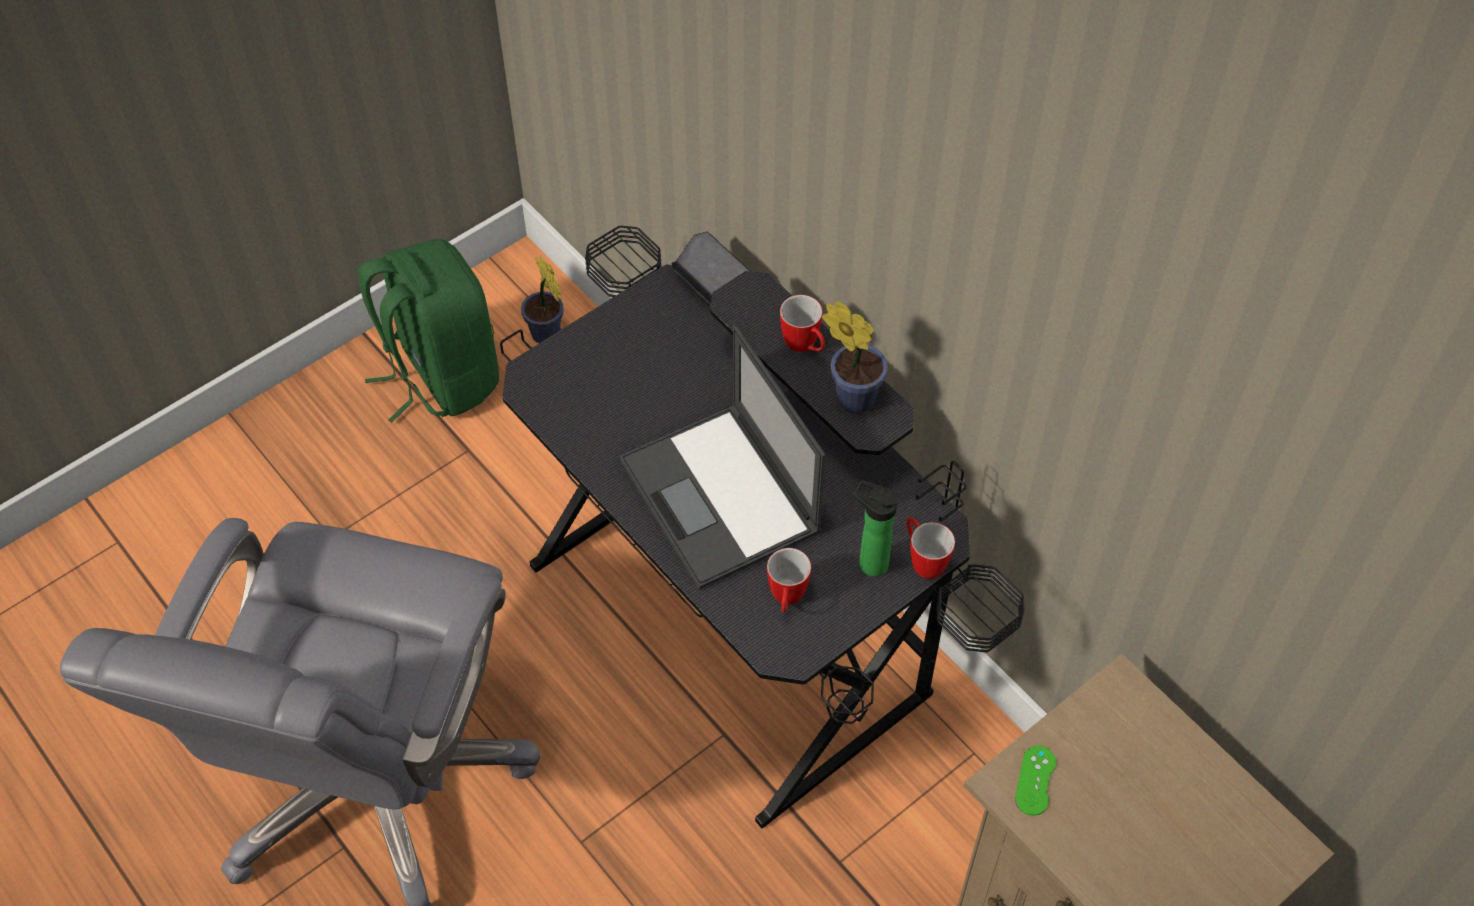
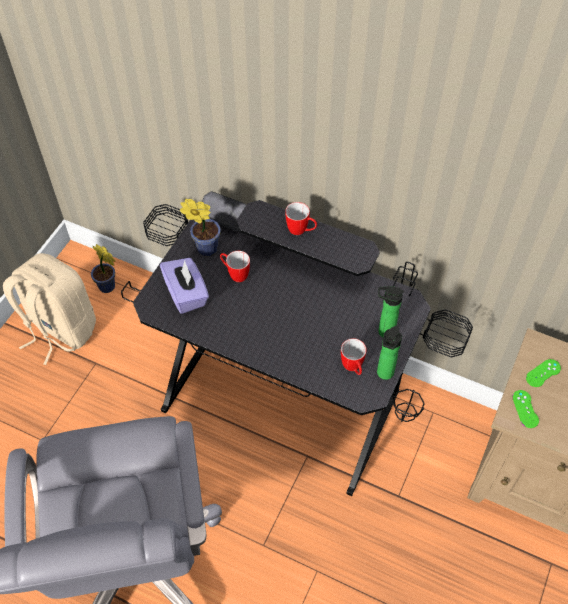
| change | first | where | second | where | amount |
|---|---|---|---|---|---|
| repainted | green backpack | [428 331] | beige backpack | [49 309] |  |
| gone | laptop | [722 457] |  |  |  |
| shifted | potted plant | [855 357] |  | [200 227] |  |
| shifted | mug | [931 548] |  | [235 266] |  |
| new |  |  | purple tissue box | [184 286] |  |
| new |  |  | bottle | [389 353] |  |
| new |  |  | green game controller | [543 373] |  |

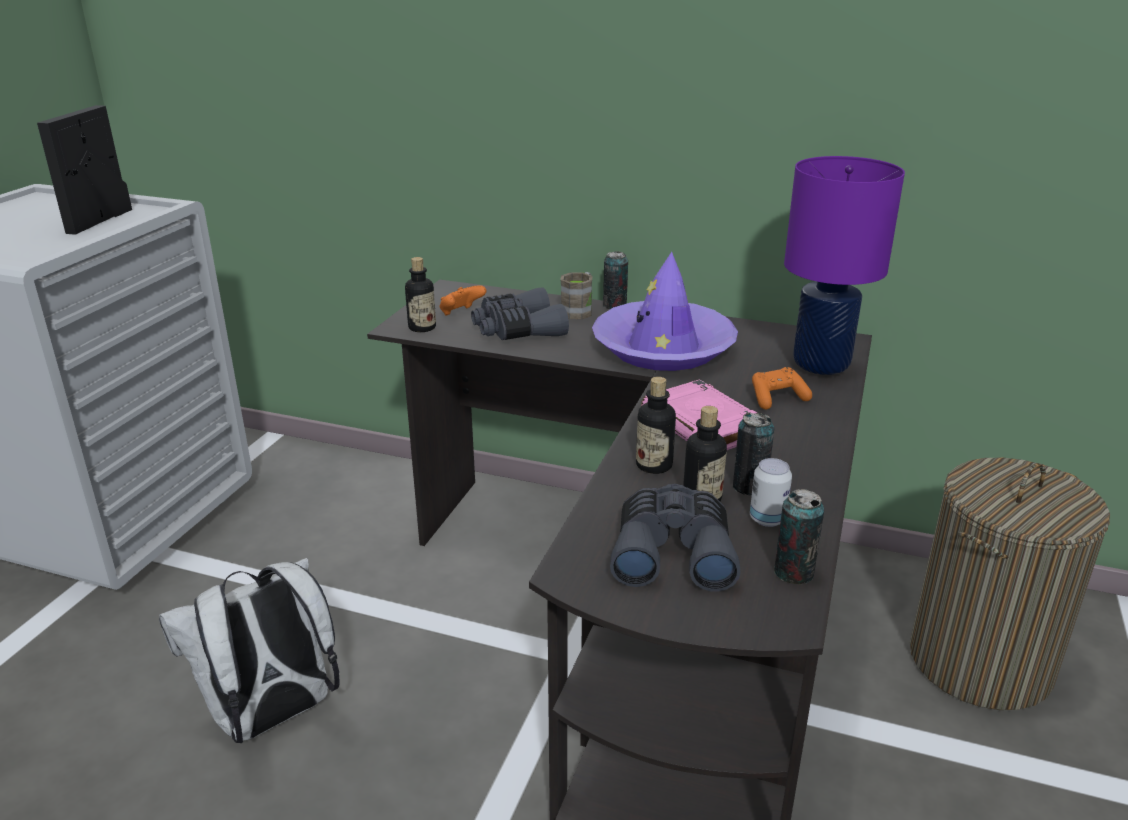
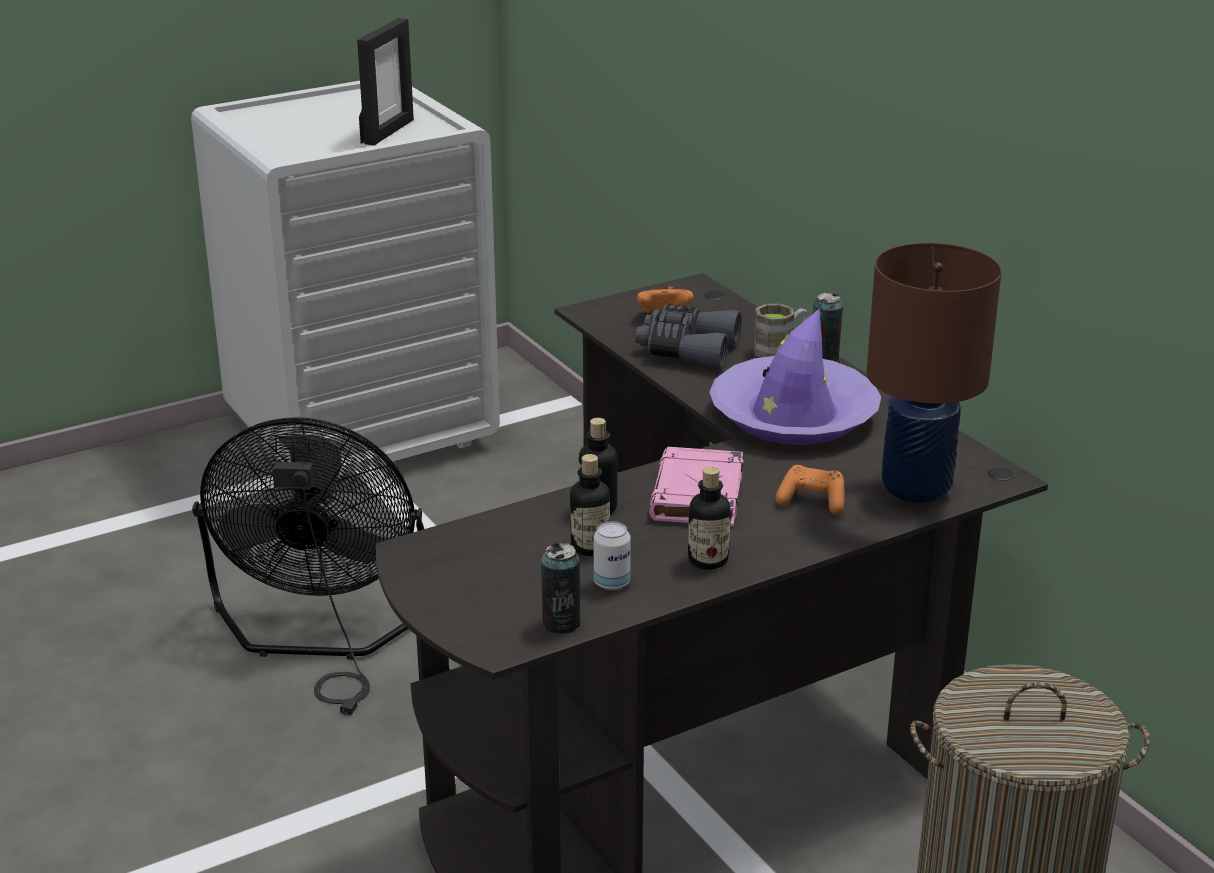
| change | first | where | second | where | amount |
|---|---|---|---|---|---|
| rotated | picture frame | [84 170] |  | [385 81] | 150 degrees clockwise |
| swapped | white backpack | [249 650] | black fan | [308 566] |  |
| shifted | bottle | [420 294] |  | [709 518] |  |
| gone | grey binoculars | [675 537] |  |  |  |
| gone | can | [753 453] |  |  |  |
| repainted | purple table lamp | [844 265] | brown table lamp | [934 373] |  |

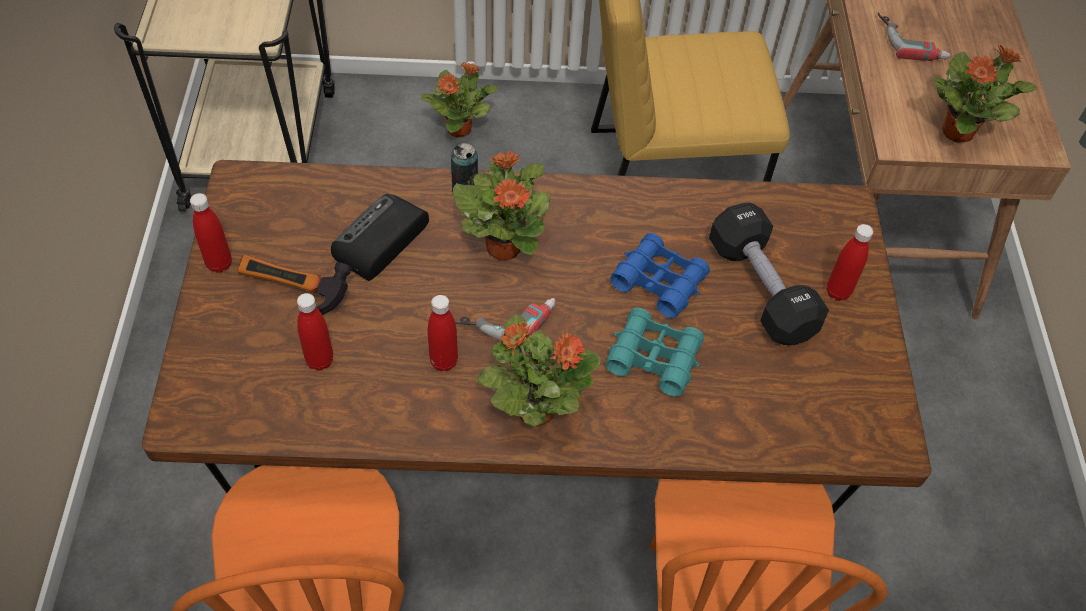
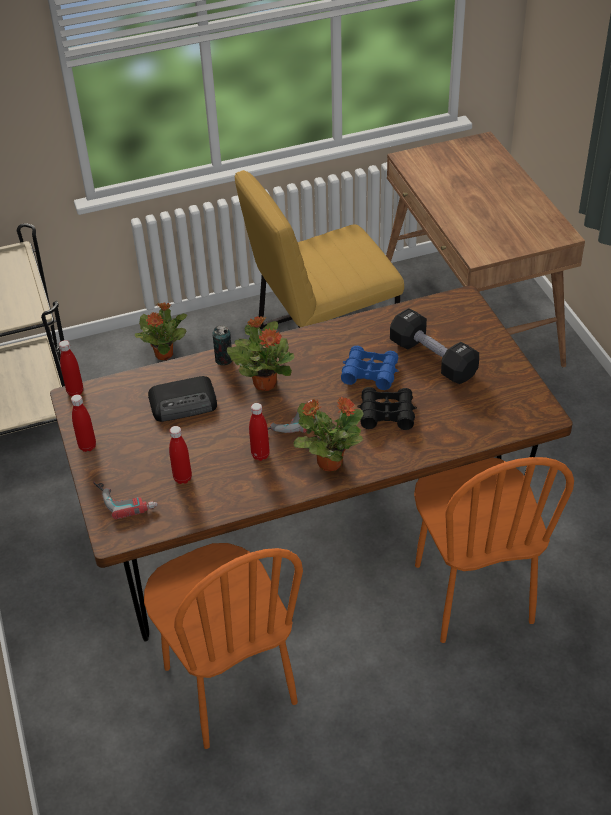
| change | first | where | second | where | amount |
|---|---|---|---|---|---|
| gone | hammer | [294 284] |  |  |  |
| rotated | radio | [380 237] |  | [182 399] | 120 degrees counterclockwise |
| repainted | turquoise binoculars | [655 352] | black binoculars | [387 408] |  |
| shifted | red bottle | [849 262] |  | [71 368] |  |
| shifted | power drill | [914 36] |  | [125 500] |  |
| gone | potted plant | [985 93] |  |  |  |

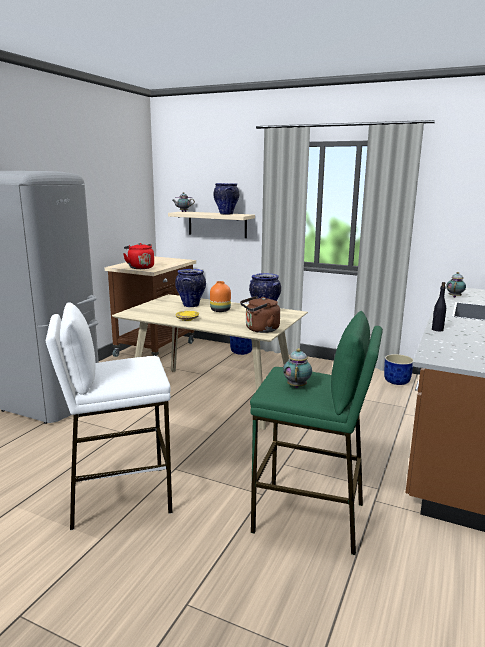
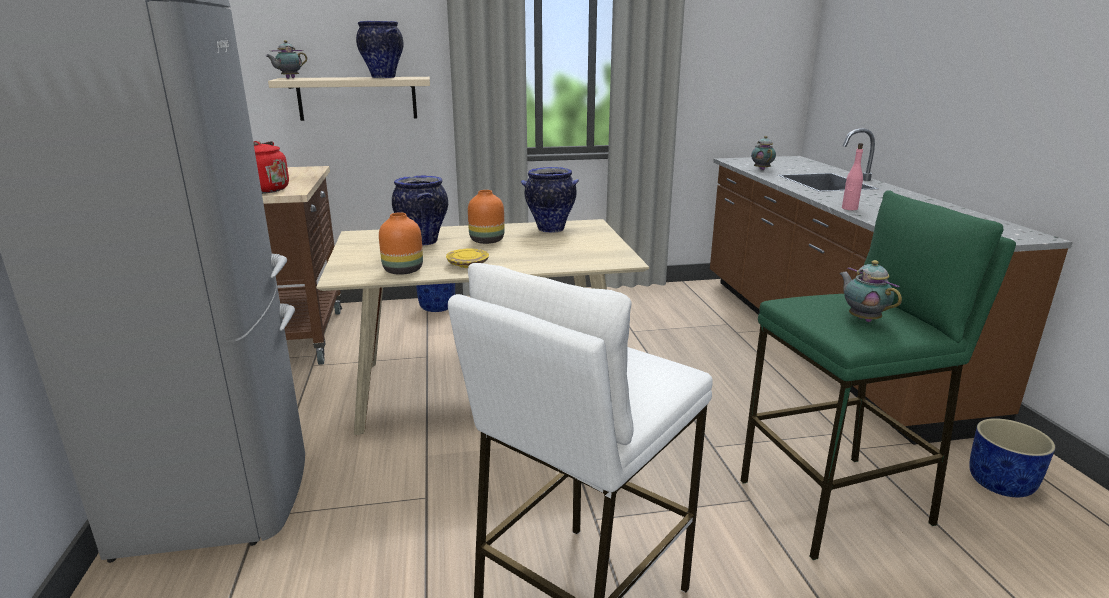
| change | first | where | second | where | amount |
|---|---|---|---|---|---|
| gone | brown kettle | [260 314] |  |  |  |
| shifted | blue planter | [398 369] |  | [1012 457] |  |
| repainted | black bottle | [439 306] | pink bottle | [852 176] |  |
| new |  |  | orange vase | [401 243] |  |

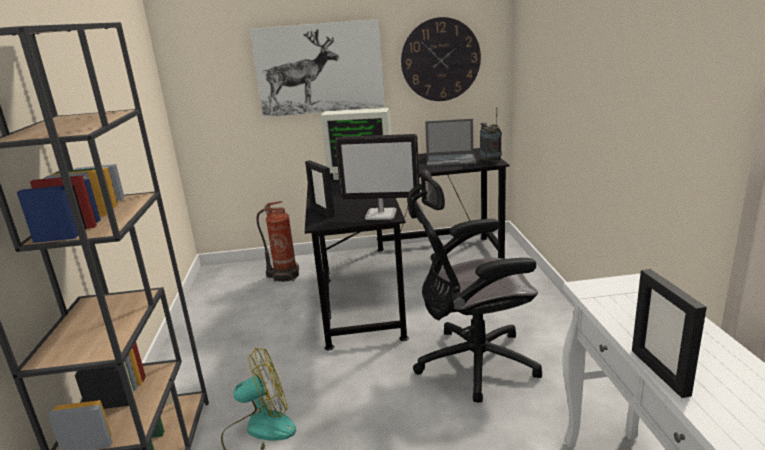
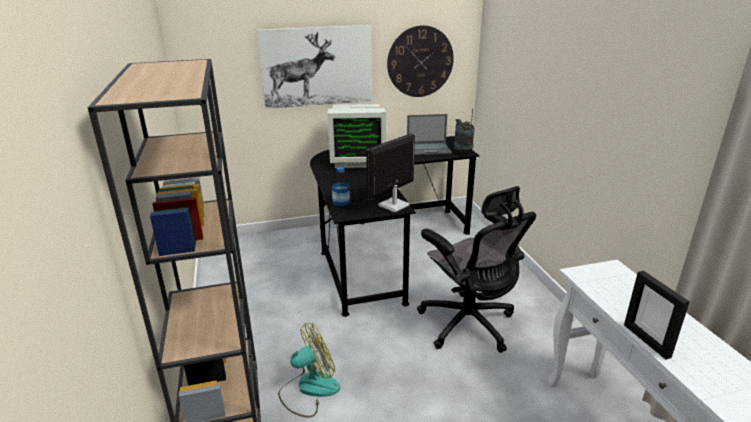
| change | first | where | second | where | amount |
|---|---|---|---|---|---|
| gone | fire extinguisher | [277 241] |  |  |  |
| swapped | picture frame | [320 189] | bottle | [341 186] |  |
| rotated | monitor | [377 177] |  | [390 172] | 135 degrees clockwise |
| rotated | office chair | [474 286] |  | [476 269] | 105 degrees counterclockwise |

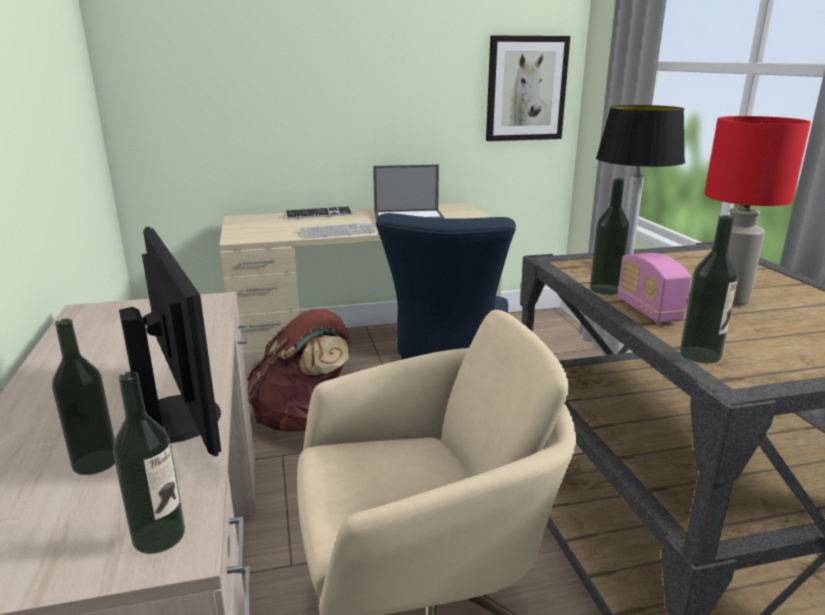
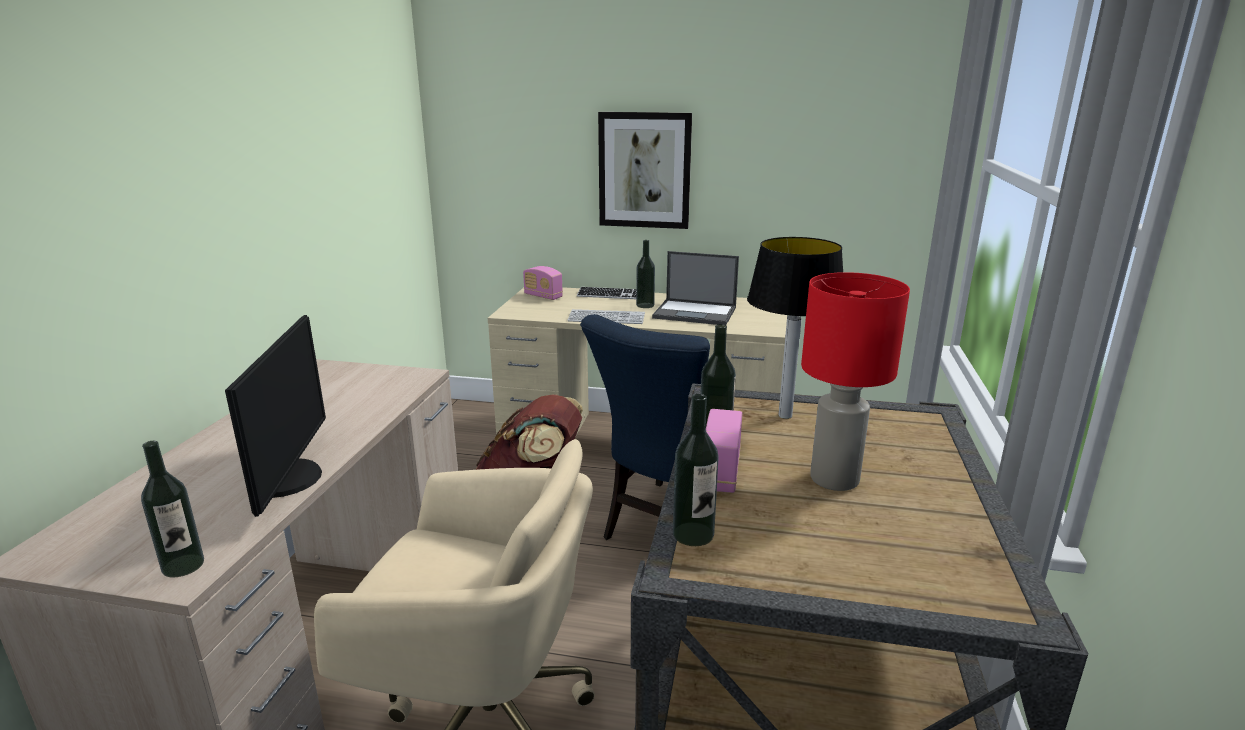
| change | first | where | second | where | amount |
|---|---|---|---|---|---|
| shifted | bottle | [83 397] |  | [645 274] |  |
| shifted | picture | [528 88] |  | [645 170] |  |
| new |  |  | radio | [543 283] |  |

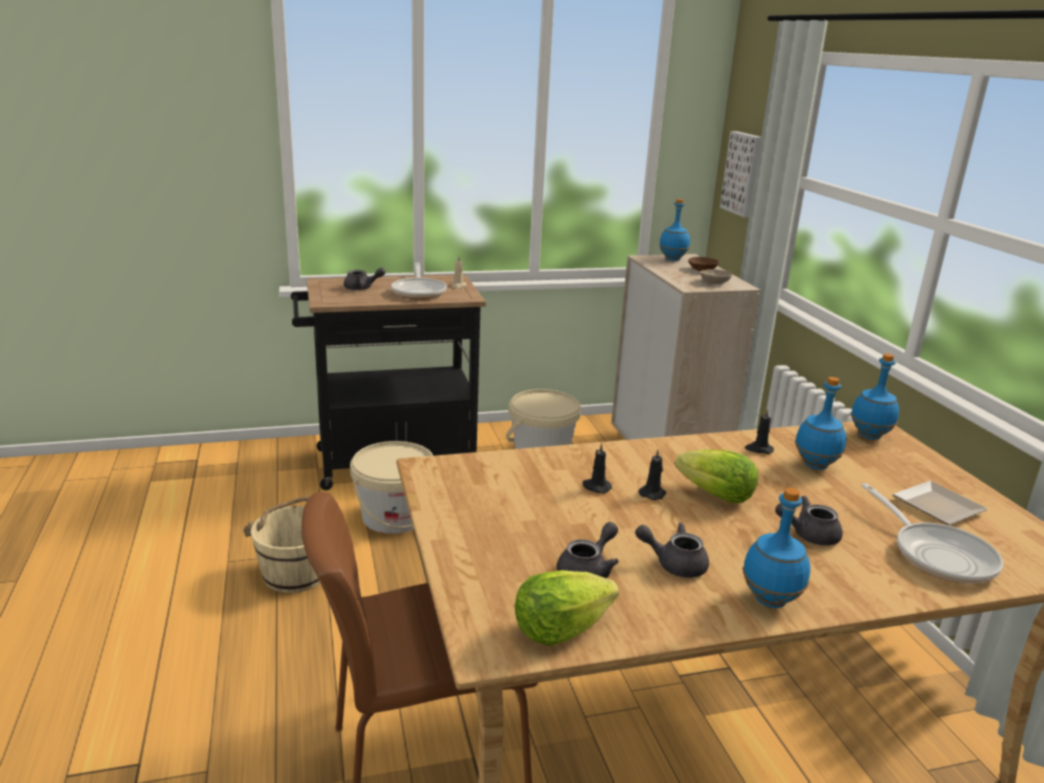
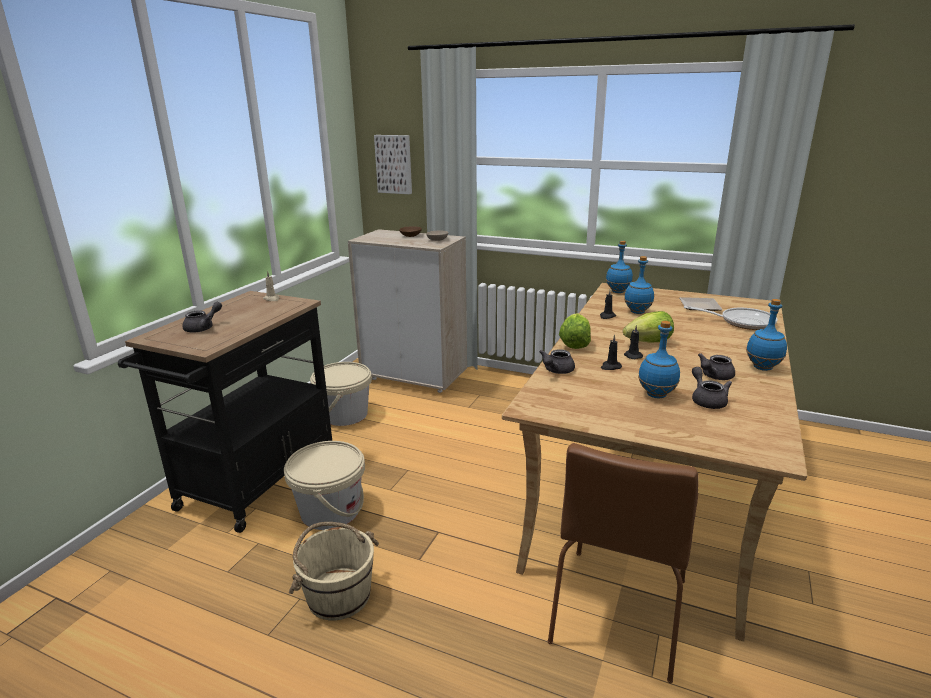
| change | first | where | second | where | amount |
|---|---|---|---|---|---|
| gone | frying pan | [419 281] |  |  |  |
| shifted | lettuce | [567 608] |  | [575 331] |  |
| shifted | blue bottle | [674 230] |  | [659 359] |  |
| shifted | grey teapot | [809 521] |  | [557 361] |  |

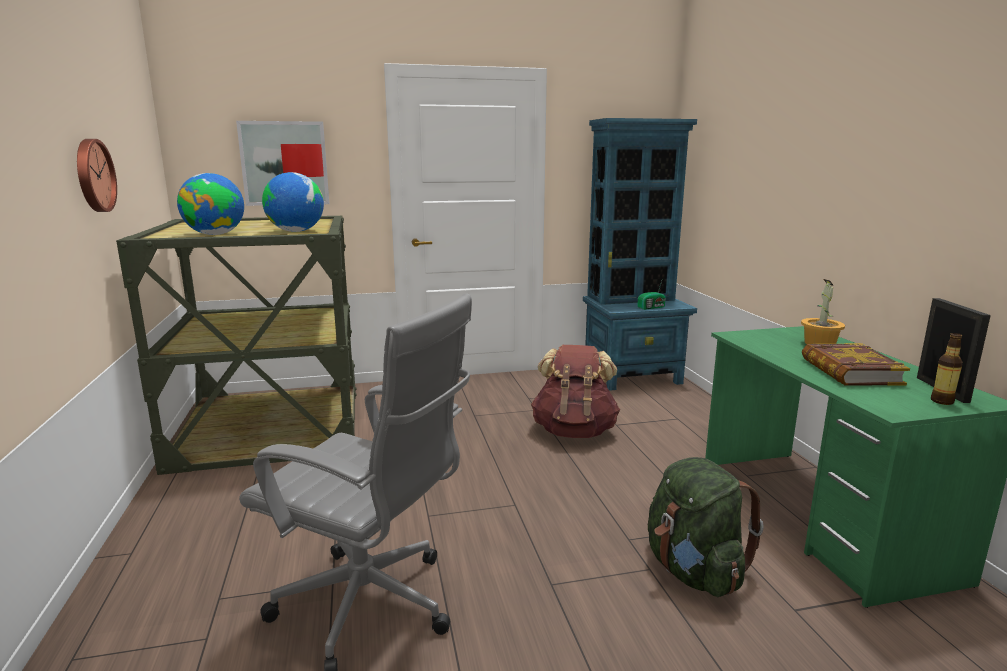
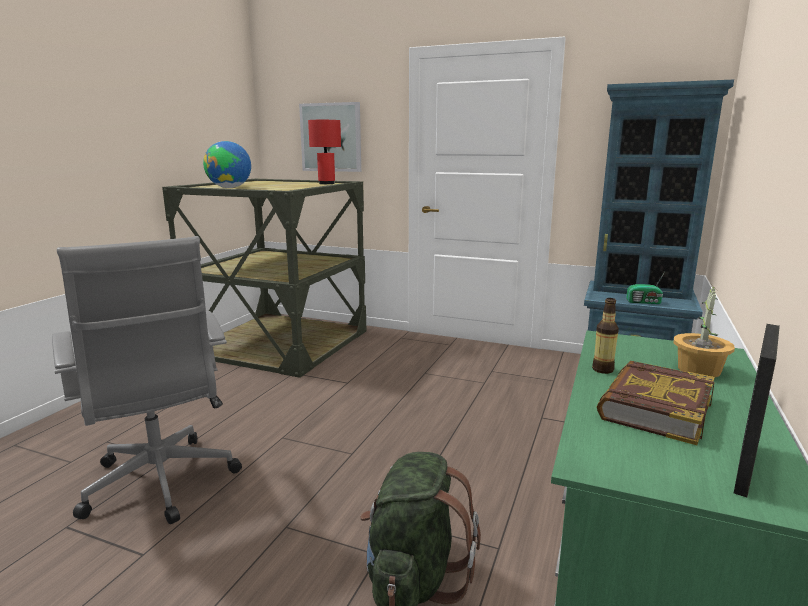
| change | first | where | second | where | amount |
|---|---|---|---|---|---|
| gone | wall clock | [97 175] |  |  |  |
| gone | globe | [293 202] |  |  |  |
| gone | brown backpack | [575 391] |  |  |  |
| shifted | bottle | [947 369] |  | [605 336] |  |

